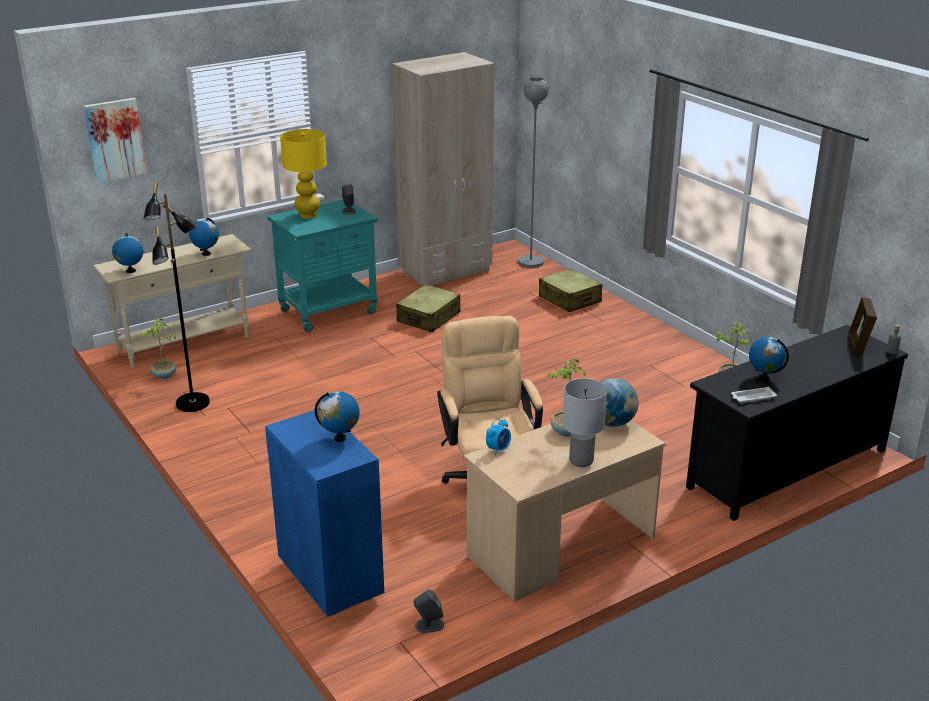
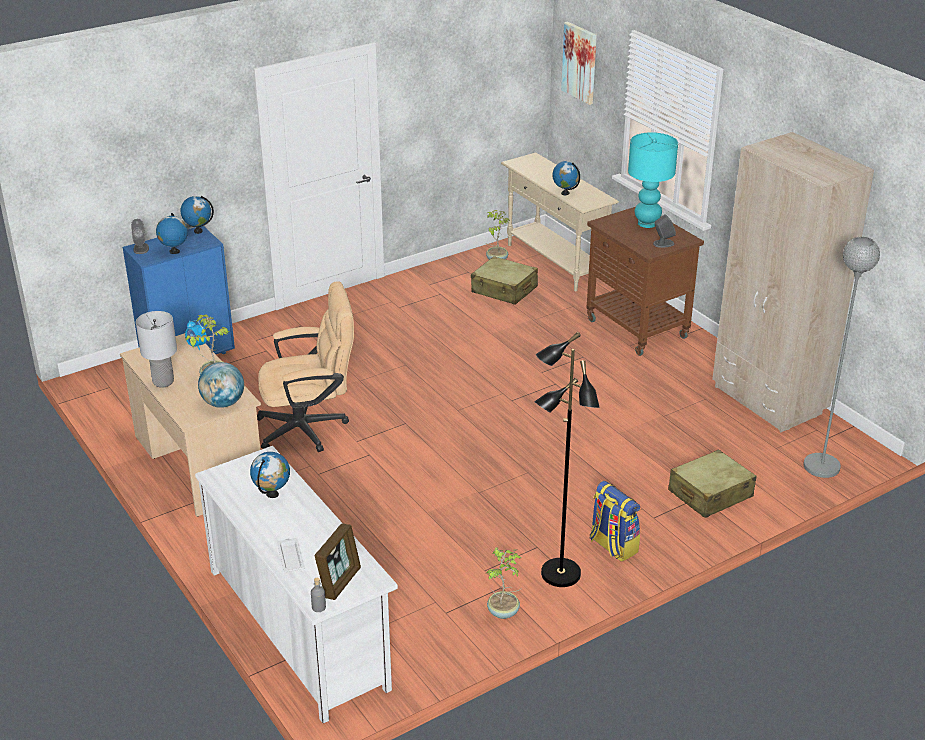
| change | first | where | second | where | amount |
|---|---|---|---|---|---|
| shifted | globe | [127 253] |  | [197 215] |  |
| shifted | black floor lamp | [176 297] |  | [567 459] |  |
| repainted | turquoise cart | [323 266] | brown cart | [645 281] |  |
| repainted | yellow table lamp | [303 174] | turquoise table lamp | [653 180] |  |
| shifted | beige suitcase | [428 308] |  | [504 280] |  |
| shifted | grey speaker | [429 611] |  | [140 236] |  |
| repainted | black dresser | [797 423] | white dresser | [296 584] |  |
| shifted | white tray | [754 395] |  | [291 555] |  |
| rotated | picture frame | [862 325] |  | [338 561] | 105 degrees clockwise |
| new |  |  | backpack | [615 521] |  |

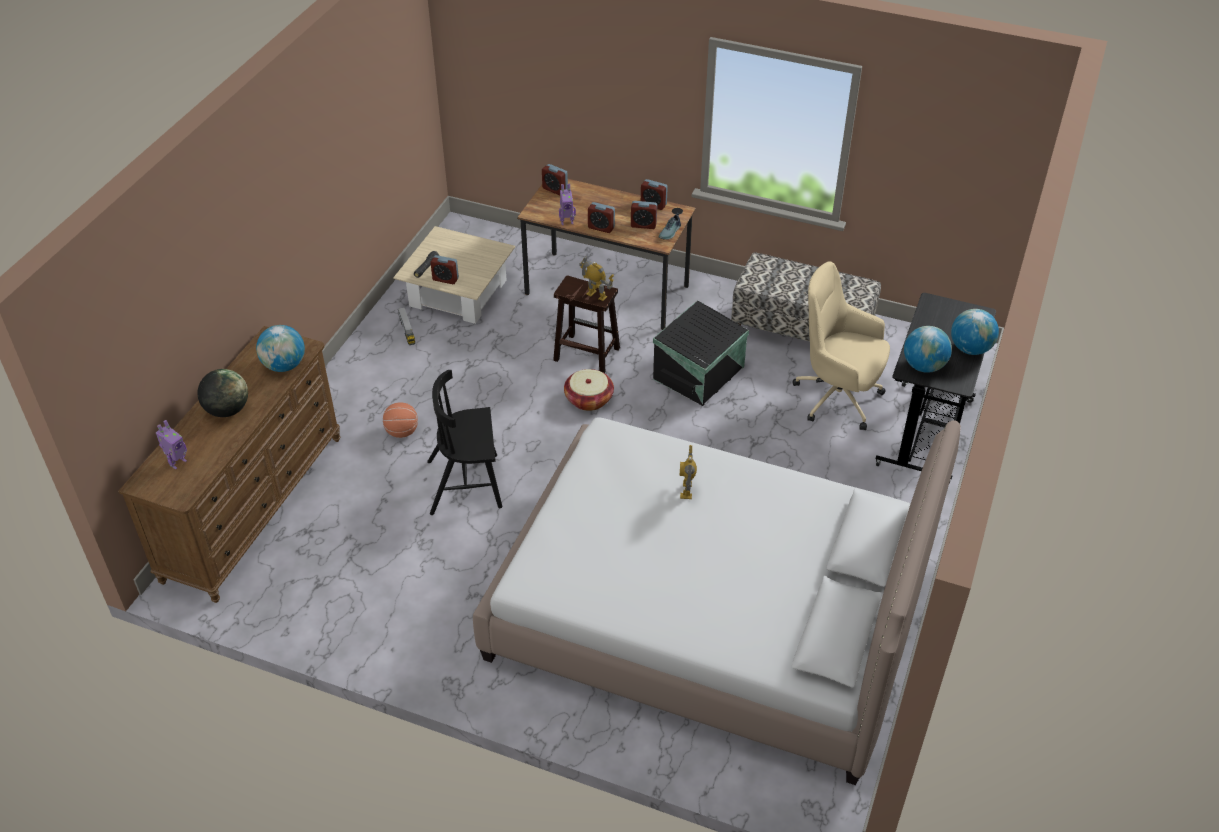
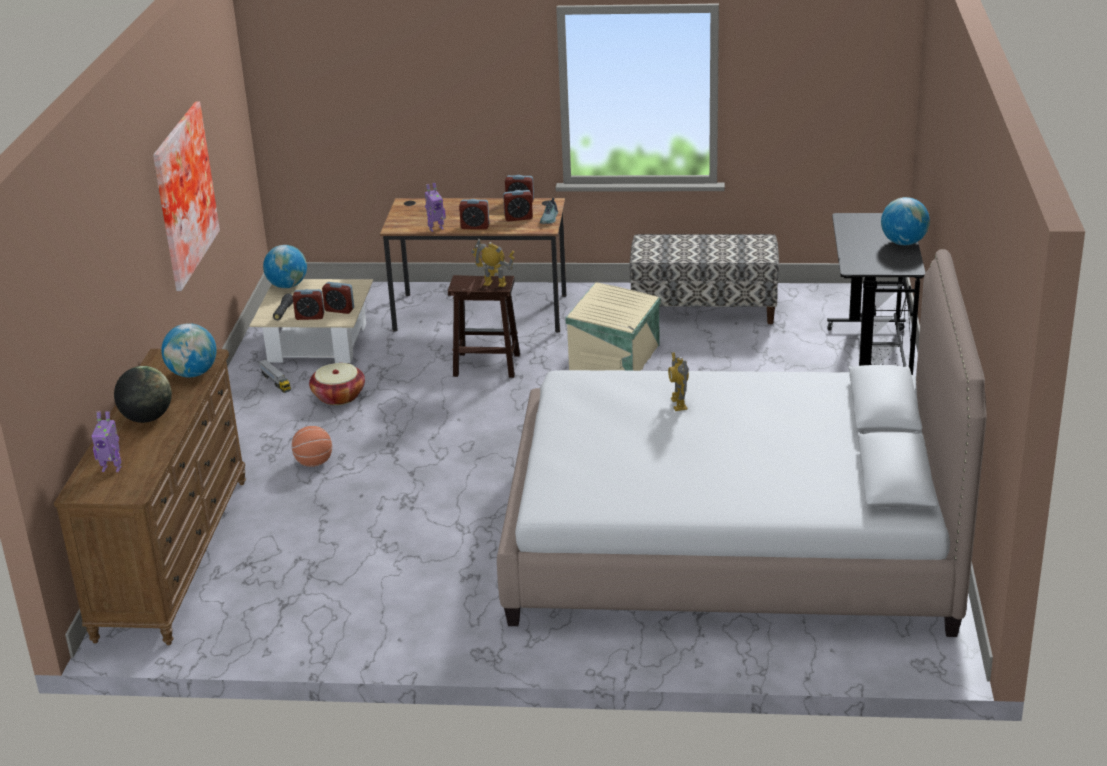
| change | first | where | second | where | amount |
|---|---|---|---|---|---|
| rotated | toy robot | [171 444] |  | [106 441] | 75 degrees clockwise |
| gone | black chair | [464 442] |  |  |  |
| shifted | alarm clock | [555 179] |  | [338 298] |  |
| shifted | basket | [589 390] |  | [337 384] |  |
| repainted | black storage box | [701 353] | beige storage box | [613 326] |  |
| gone | beige office chair | [841 345] |  |  |  |
| shifted | globe | [928 349] |  | [285 266] |  |
| new |  |  | picture | [186 196] |  |

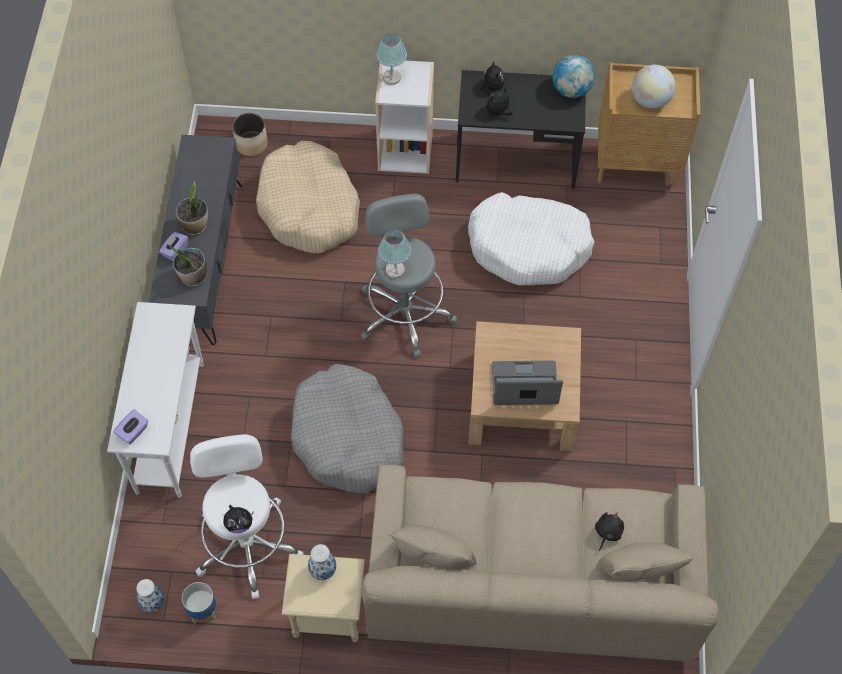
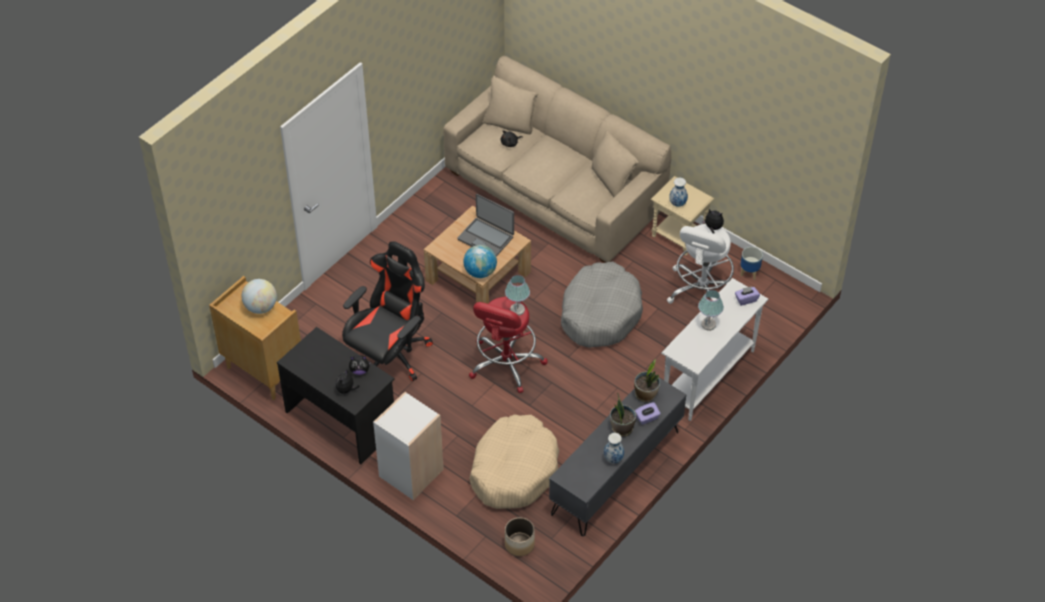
| change | first | where | second | where | amount |
|---|---|---|---|---|---|
| shifted | vase | [150 596] |  | [614 448] |  |
| repainted | grey stool | [409 276] | red stool | [508 345] |  |
| shifted | table lamp | [391 59] |  | [711 310] |  |
| swapped | white dog bed | [531 238] | black office chair | [387 311] |  |
| shifted | globe | [573 76] |  | [480 261] |  |

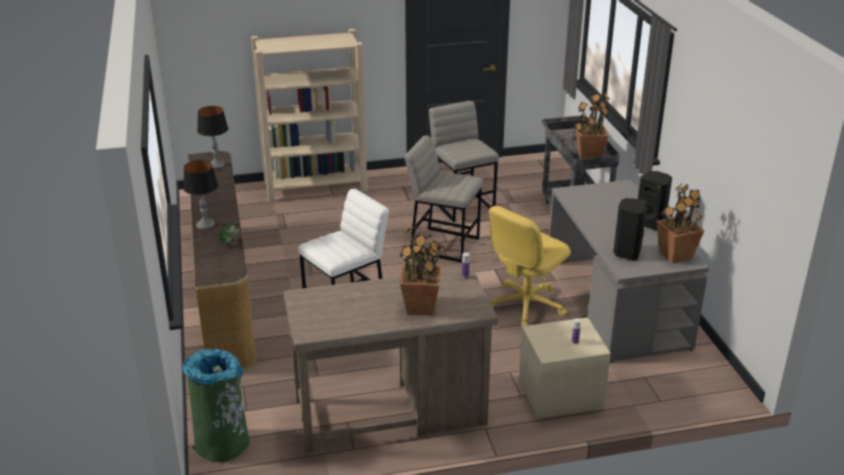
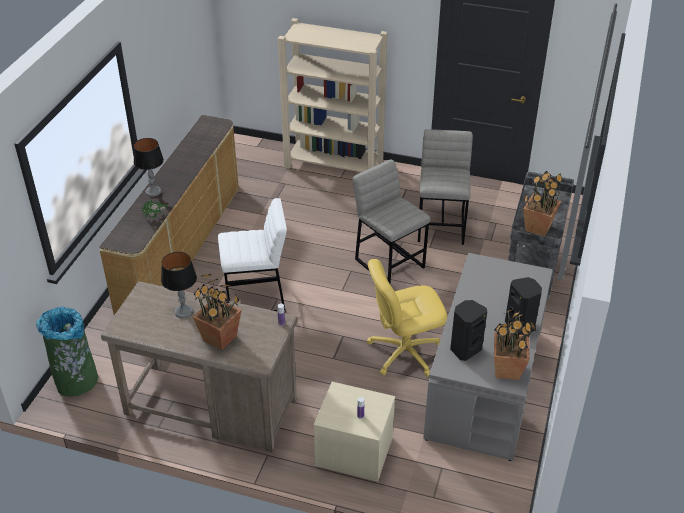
| change | first | where | second | where | amount |
|---|---|---|---|---|---|
| shifted | table lamp | [212 137] |  | [179 285] |  |

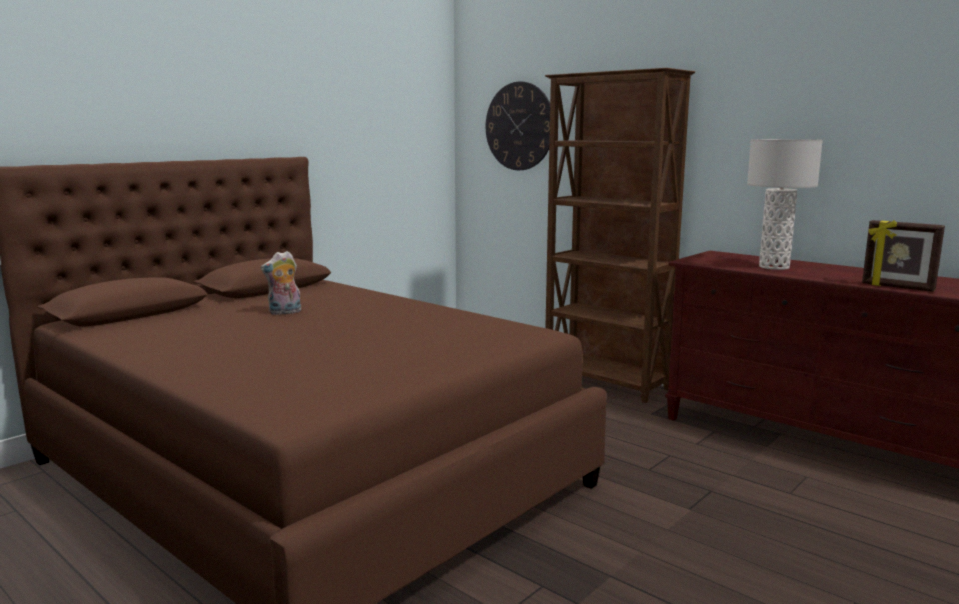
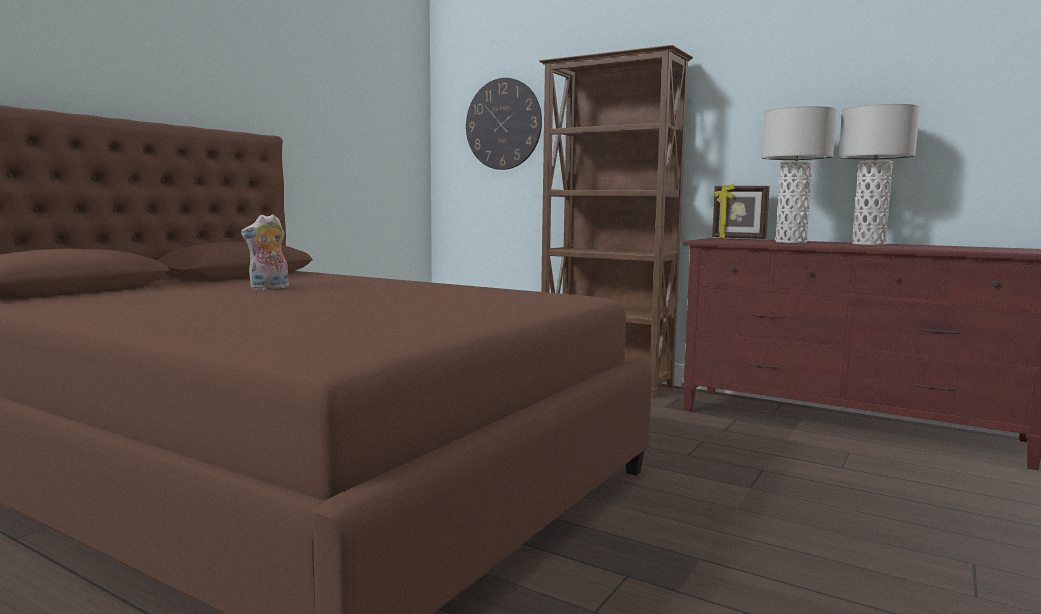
| change | first | where | second | where | amount |
|---|---|---|---|---|---|
| shifted | picture frame | [903 256] |  | [741 211] |  |
| new |  |  | white table lamp | [879 174] |  |

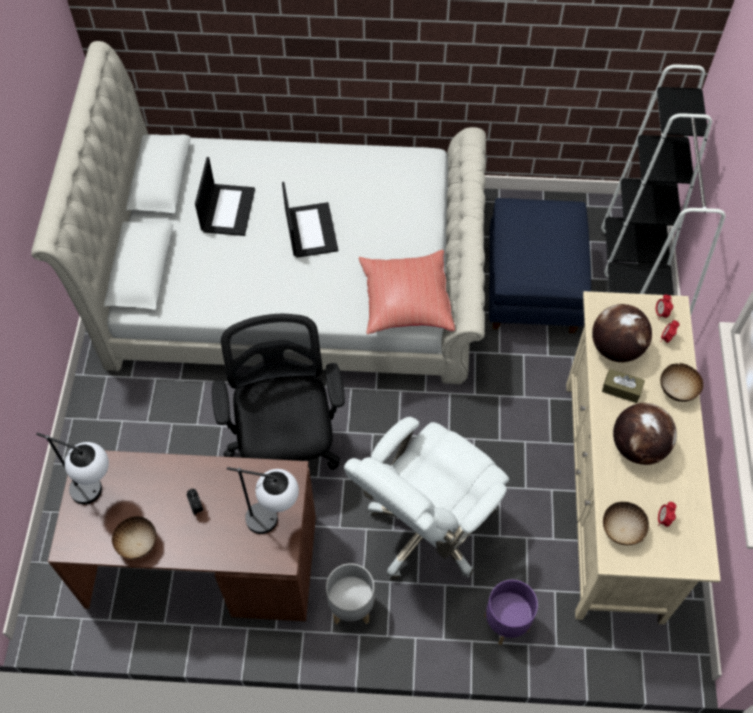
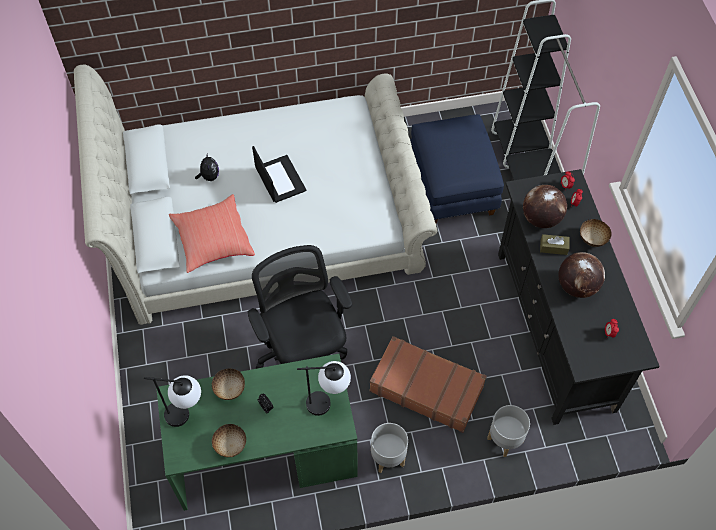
| change | first | where | second | where | amount |
|---|---|---|---|---|---|
| repainted | brown desk | [182 536] | green desk | [256 432] |  |
| swapped | laptop | [225 196] | plush toy | [207 168] |  |
| swapped | white office chair | [426 498] | brown suitcase | [428 384] |  |
| shifted | red pillow | [407 292] |  | [212 233] |  |
| repainted | purple planter | [511 612] | grey planter | [508 431] |  |
| repainted | beige dresser | [643 457] | black dresser | [579 297] |  |
| shifted | bowl | [626 523] |  | [228 384] |  |

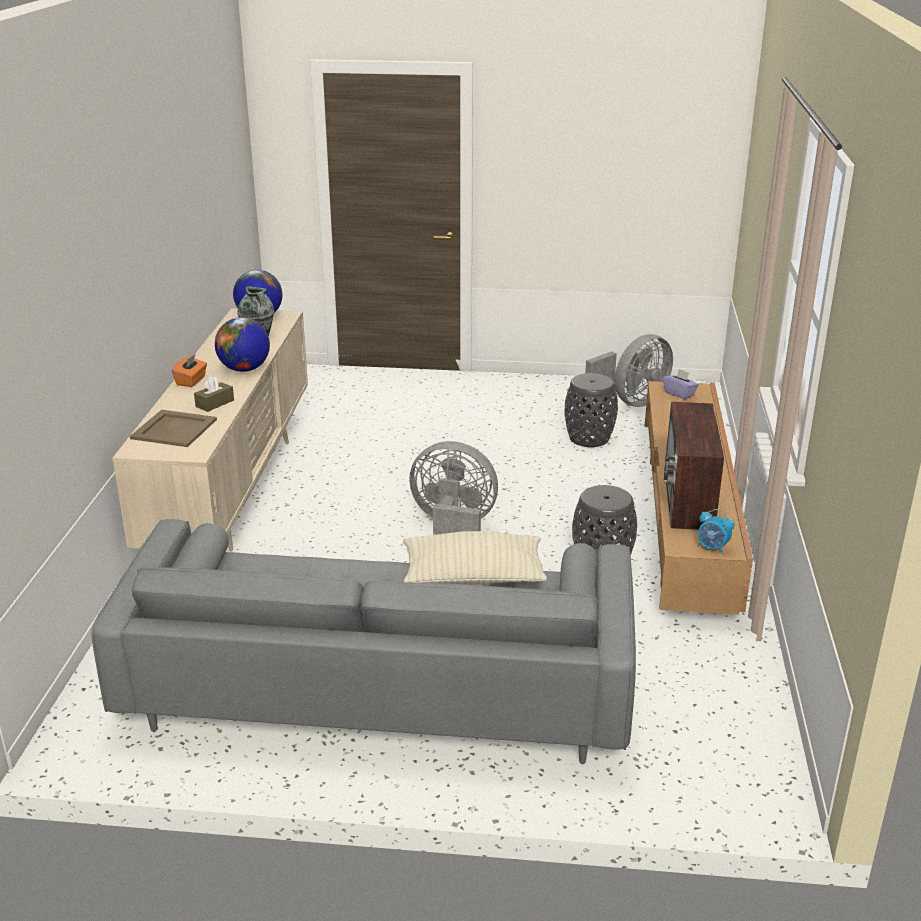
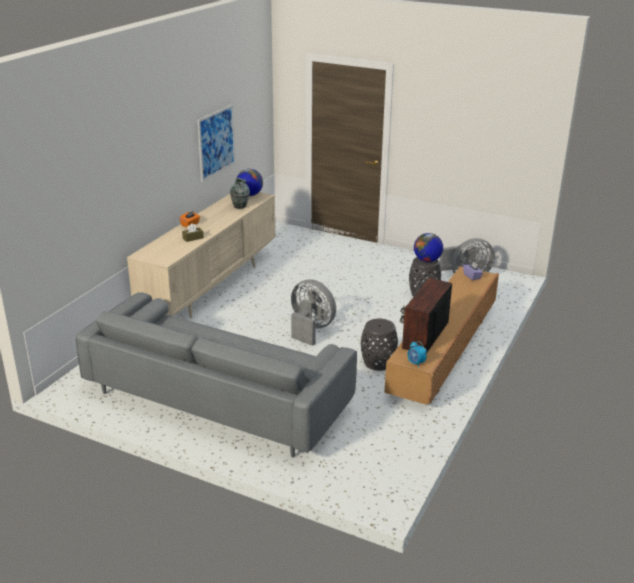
| change | first | where | second | where | amount |
|---|---|---|---|---|---|
| gone | beige tray | [173 428] |  |  |  |
| shifted | globe | [242 344] |  | [428 247] |  |
| gone | beige pillow | [475 558] |  |  |  |
| new |  |  | picture | [216 143] |  |

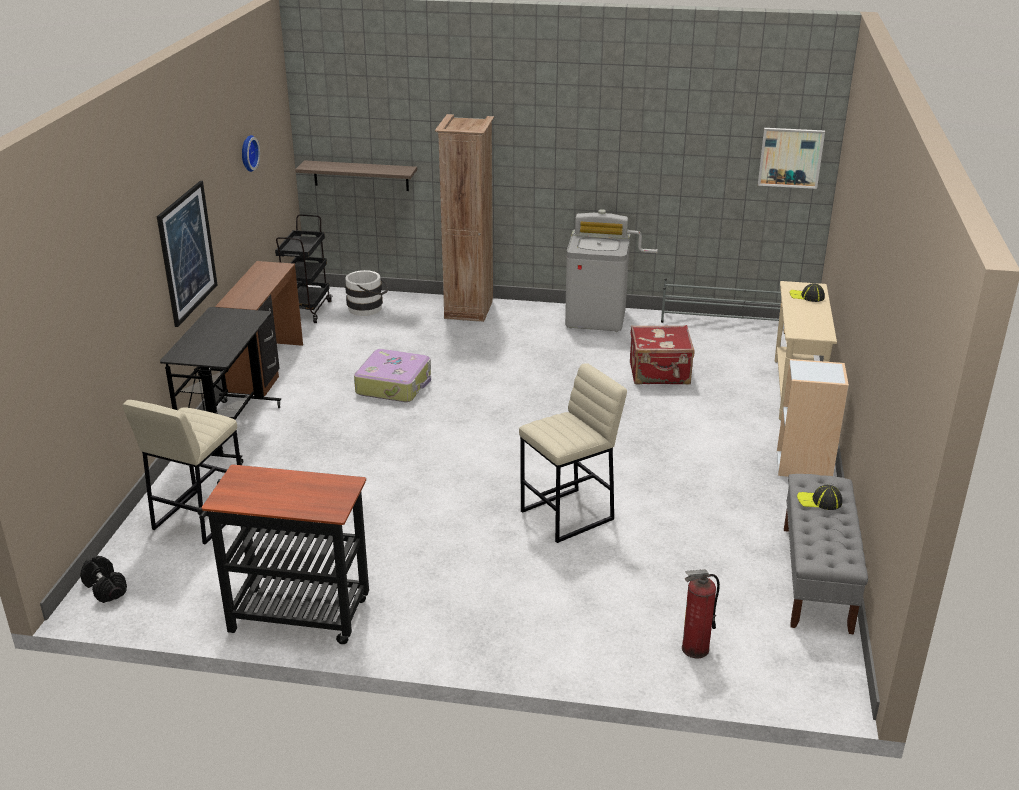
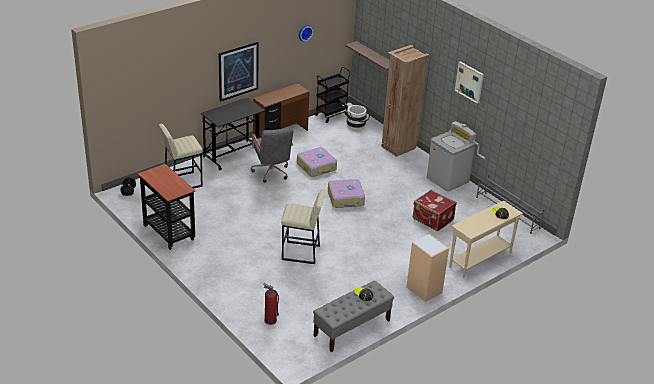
| change | first | where | second | where | amount |
|---|---|---|---|---|---|
| shifted | picture | [791 158] |  | [469 83] |  |
| new |  |  | grey office chair | [272 155] |  |
| new |  |  | suitcase | [346 193] |  |

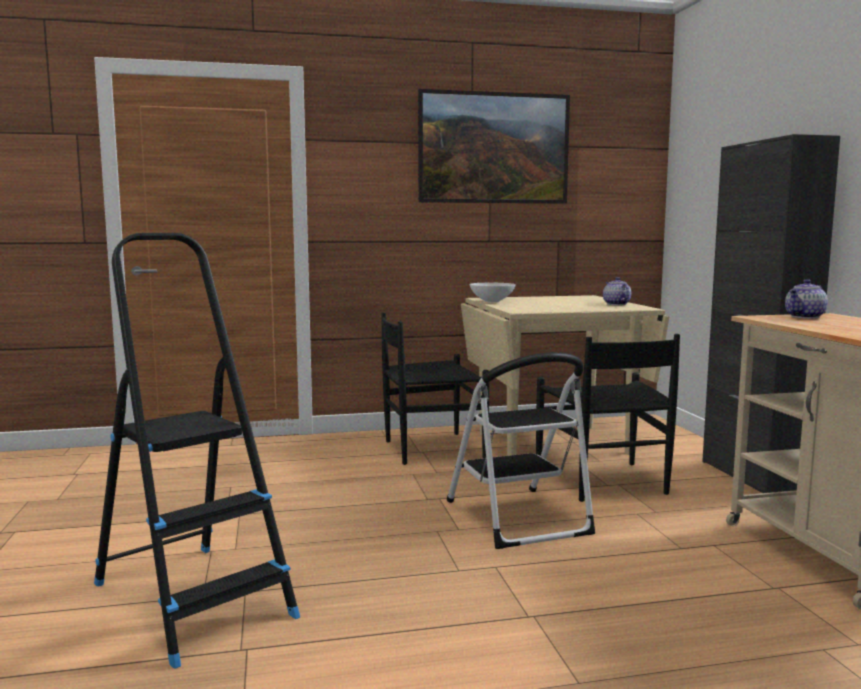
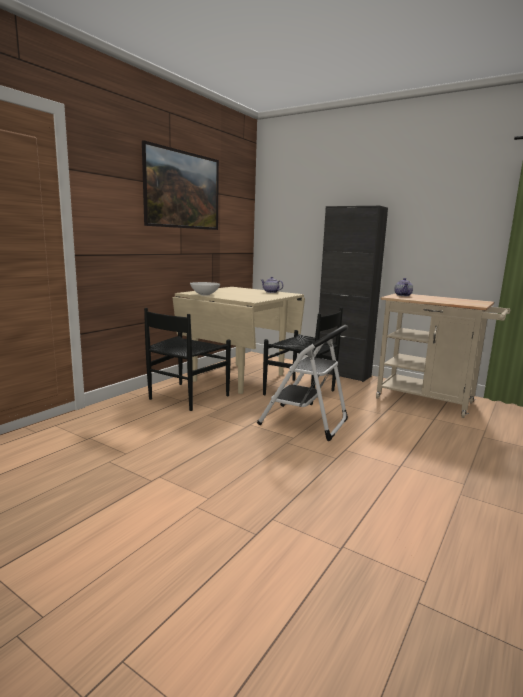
| change | first | where | second | where | amount |
|---|---|---|---|---|---|
| gone | black step ladder | [197 450] |  |  |  |

